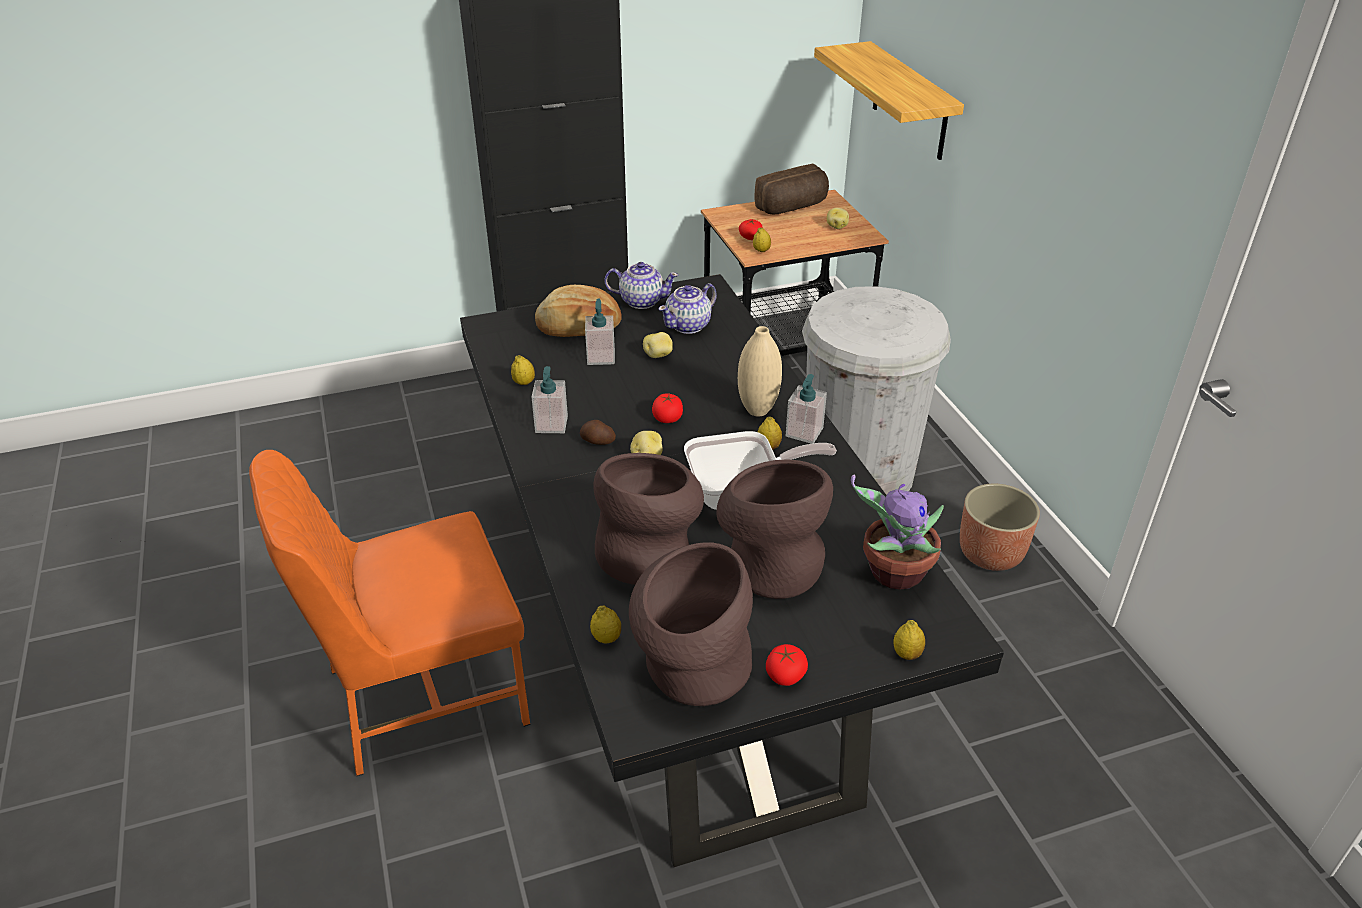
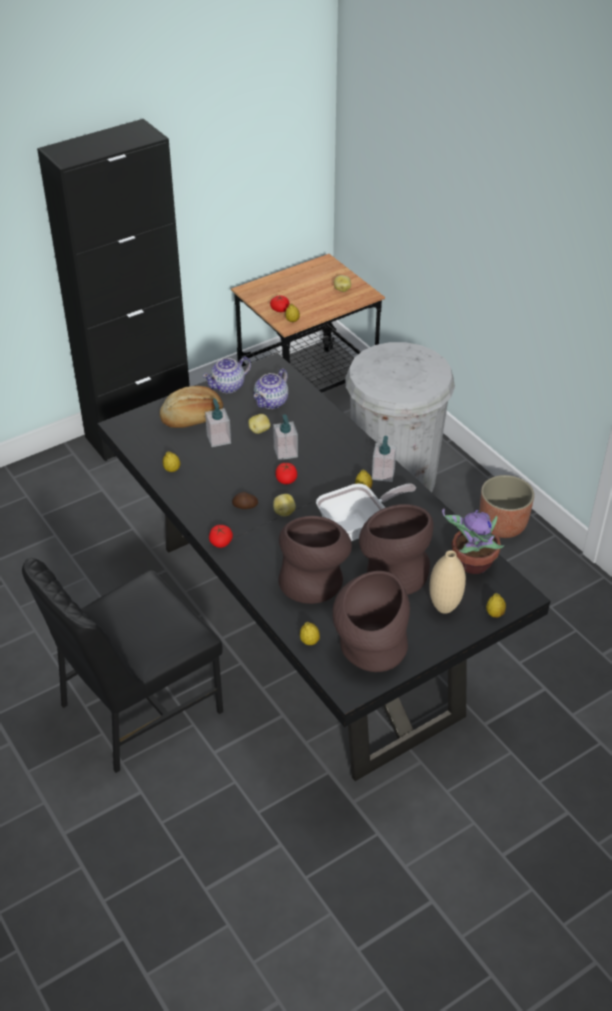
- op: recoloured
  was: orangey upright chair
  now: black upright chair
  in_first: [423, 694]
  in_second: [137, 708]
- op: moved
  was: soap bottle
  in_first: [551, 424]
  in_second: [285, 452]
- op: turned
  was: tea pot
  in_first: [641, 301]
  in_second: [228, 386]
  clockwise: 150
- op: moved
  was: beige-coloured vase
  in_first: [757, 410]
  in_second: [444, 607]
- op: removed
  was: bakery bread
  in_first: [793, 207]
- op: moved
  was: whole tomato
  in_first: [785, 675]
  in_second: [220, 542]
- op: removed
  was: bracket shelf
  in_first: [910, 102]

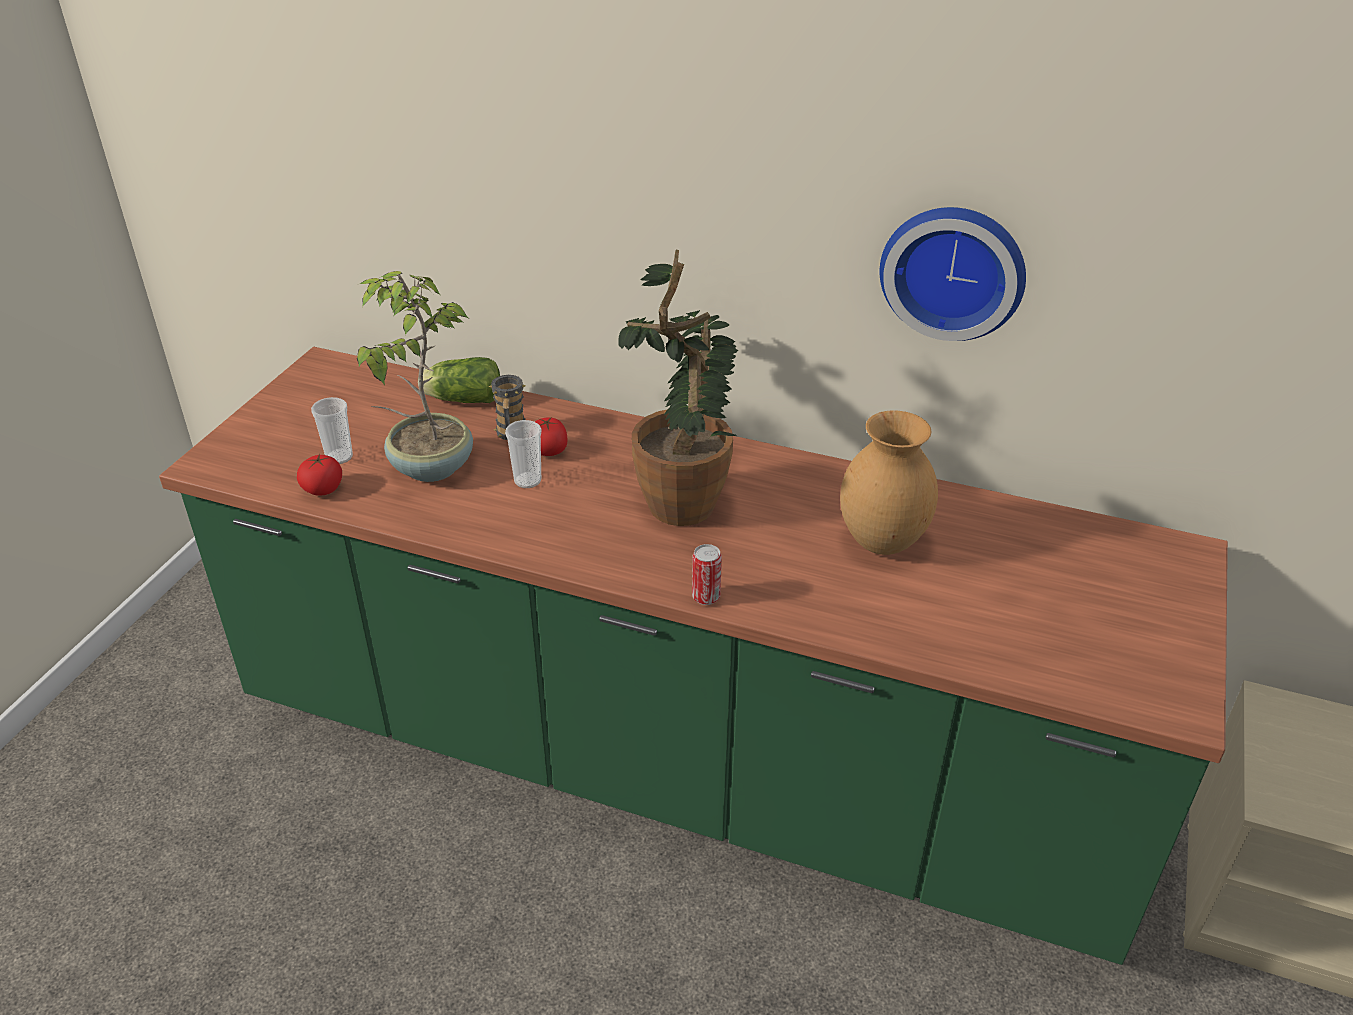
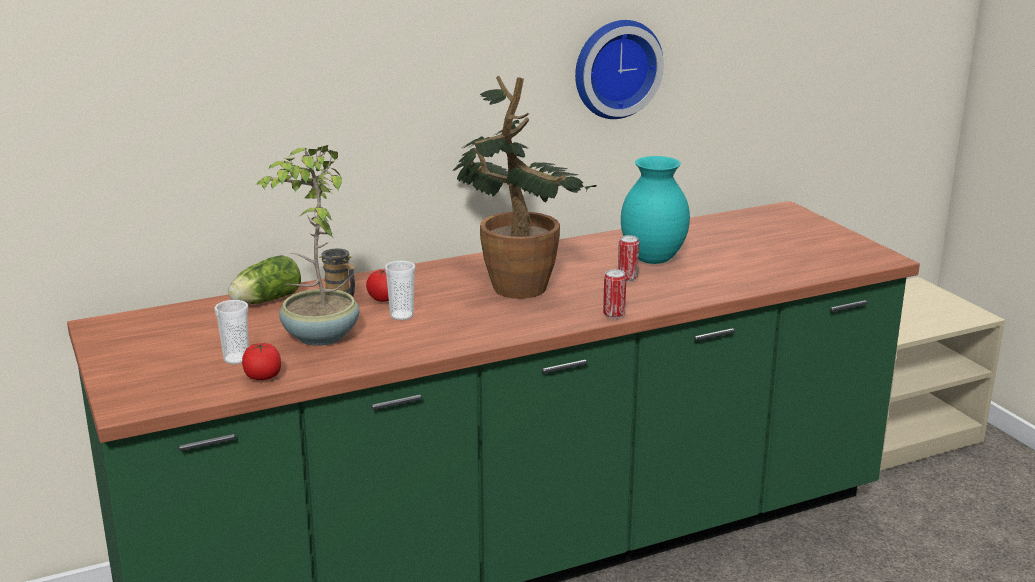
- op: recoloured
  was: brownish vase
  now: blue-green vase
  in_first: [880, 543]
  in_second: [652, 260]
- op: added
  now: metal can
  in_second: [627, 277]

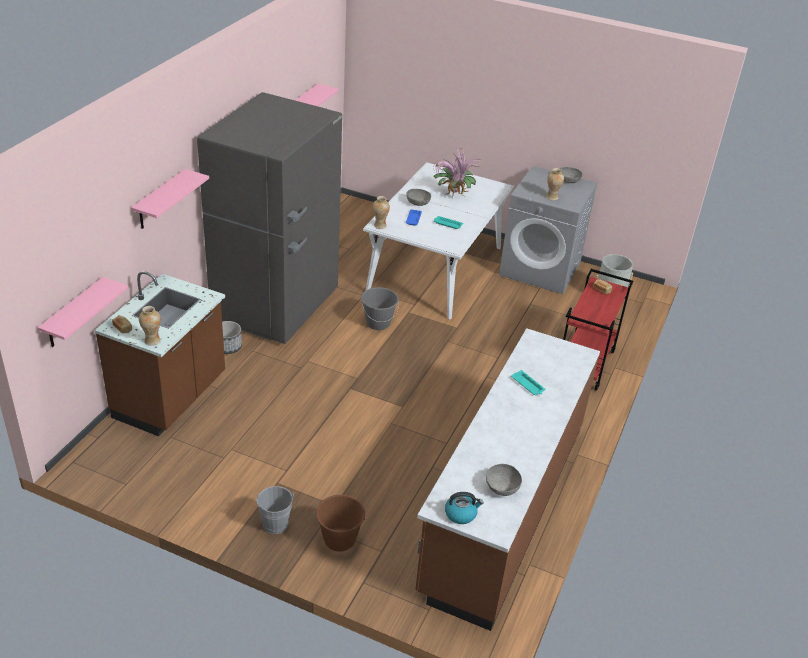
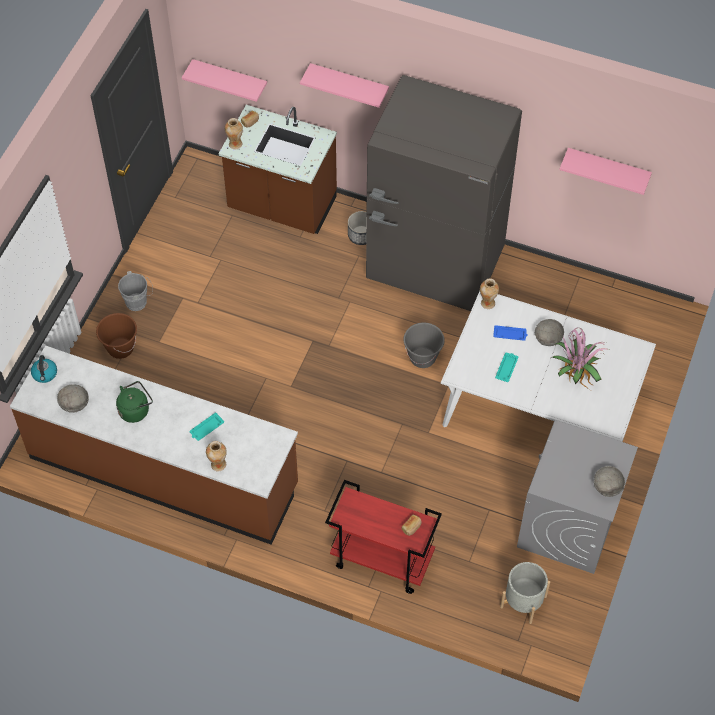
- op: moved
  was: vase
  in_first: [552, 197]
  in_second: [218, 464]
- op: added
  now: greenish tea kettle
  in_second: [135, 410]

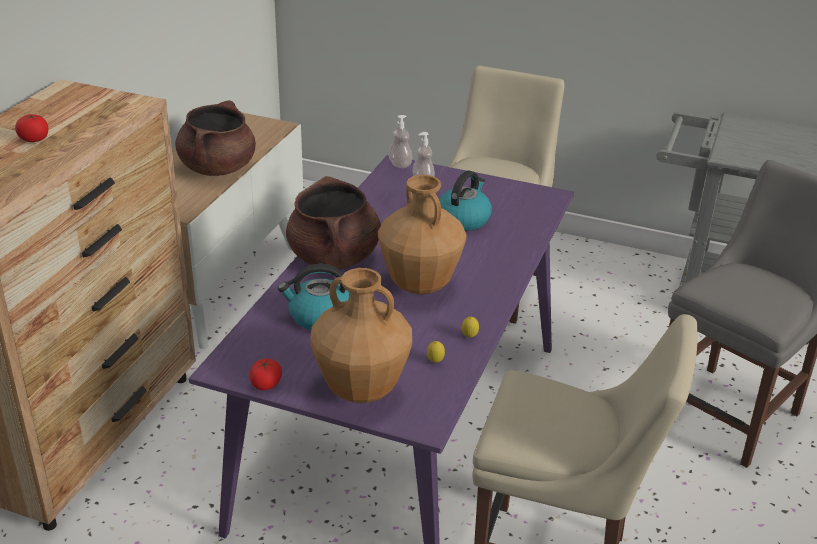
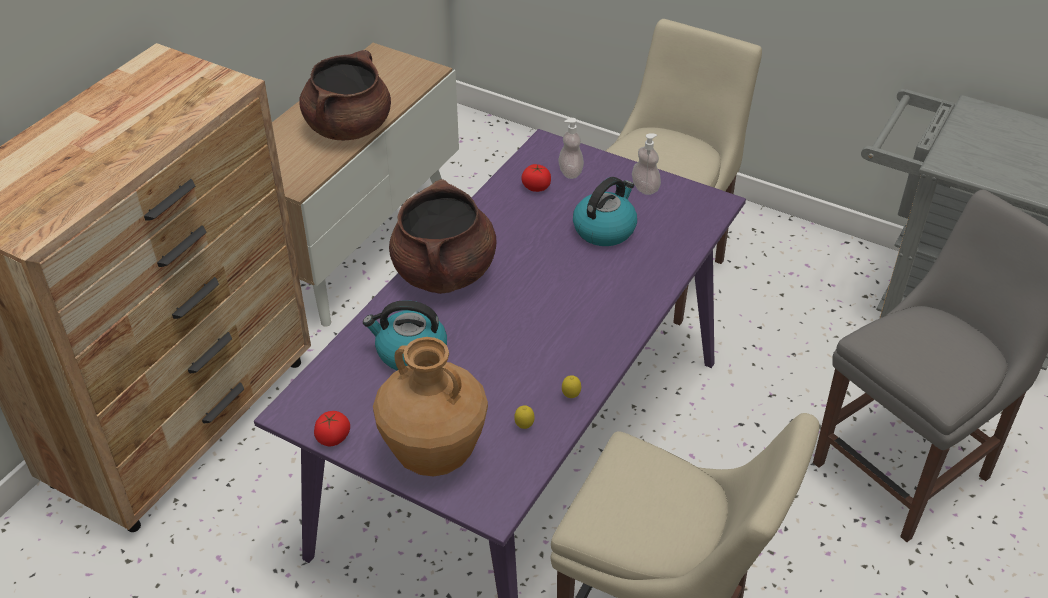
- op: moved
  was: whole tomato
  in_first: [34, 139]
  in_second: [536, 187]
- op: removed
  was: brownish vase
  in_first: [419, 285]
- op: moved
  was: soap bottle
  in_first: [399, 164]
  in_second: [645, 188]

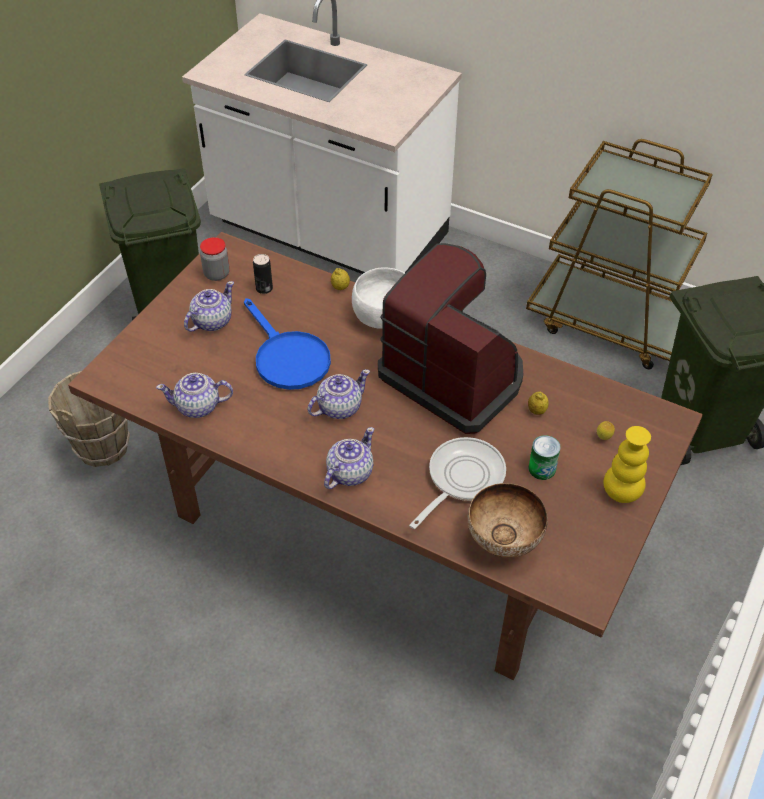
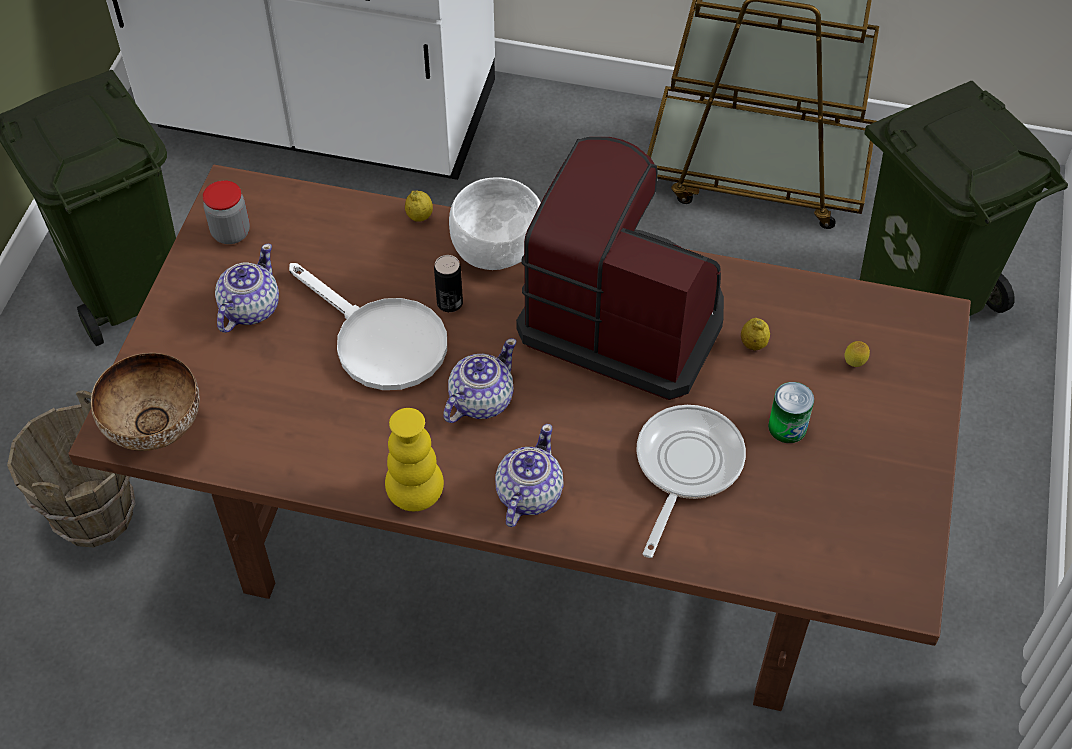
- op: removed
  was: tea pot
  in_first: [198, 407]
- op: recoloured
  was: blue frying pan
  now: white frying pan
  in_first: [287, 357]
  in_second: [380, 340]
- op: moved
  was: metal can
  in_first: [264, 288]
  in_second: [449, 303]
- op: moved
  was: deep dish
  in_first: [503, 542]
  in_second: [156, 431]
- op: moved
  was: yellow vase
  in_first: [621, 493]
  in_second: [415, 496]

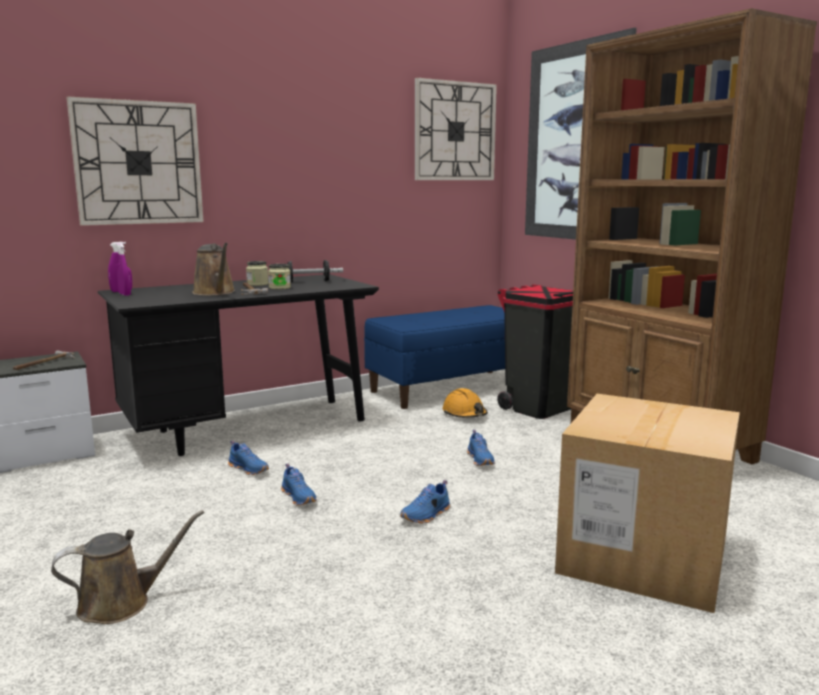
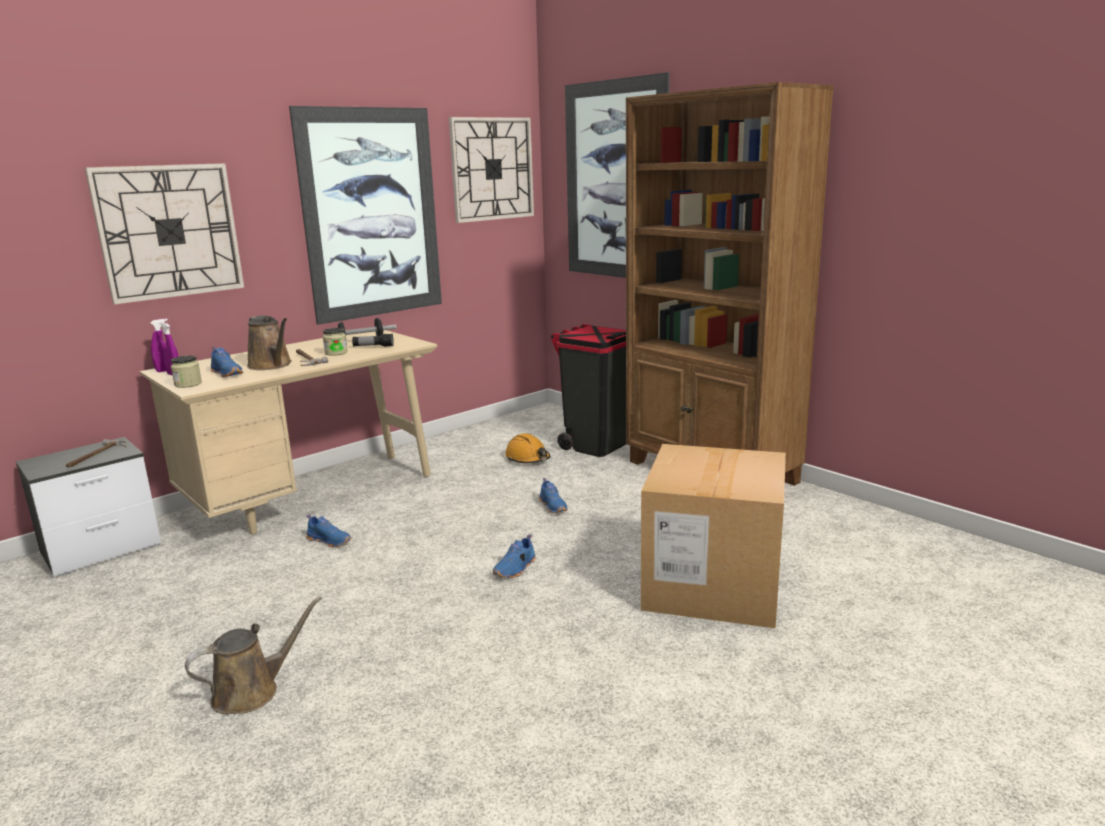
- op: recoloured
  was: black desk
  now: beige-coloured desk
  in_first: [248, 428]
  in_second: [314, 496]
- op: moved
  was: preserve jar
  in_first: [257, 284]
  in_second: [188, 384]
- op: moved
  was: blue low shoe
  in_first: [299, 497]
  in_second: [228, 373]
- op: removed
  was: blue bench
  in_first: [450, 388]
- op: added
  now: picture
  in_second: [372, 214]
- op: added
  now: flashlight
  in_second: [373, 347]

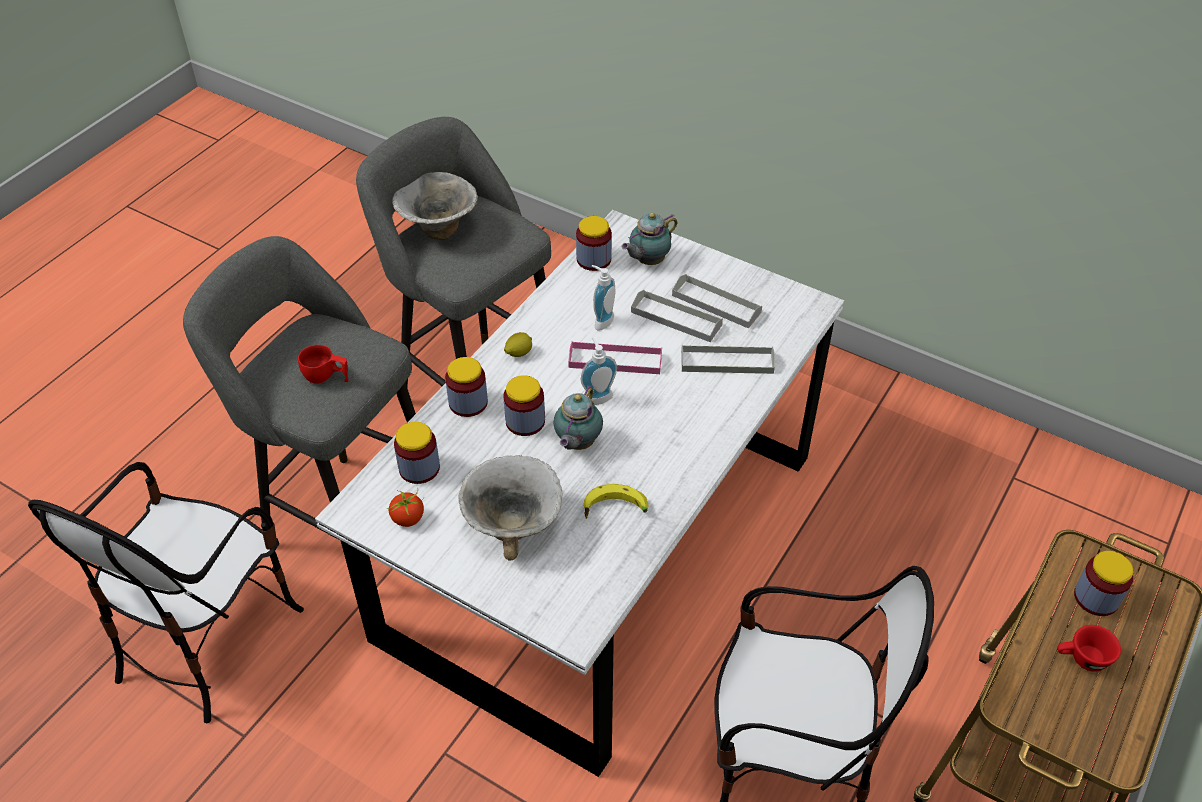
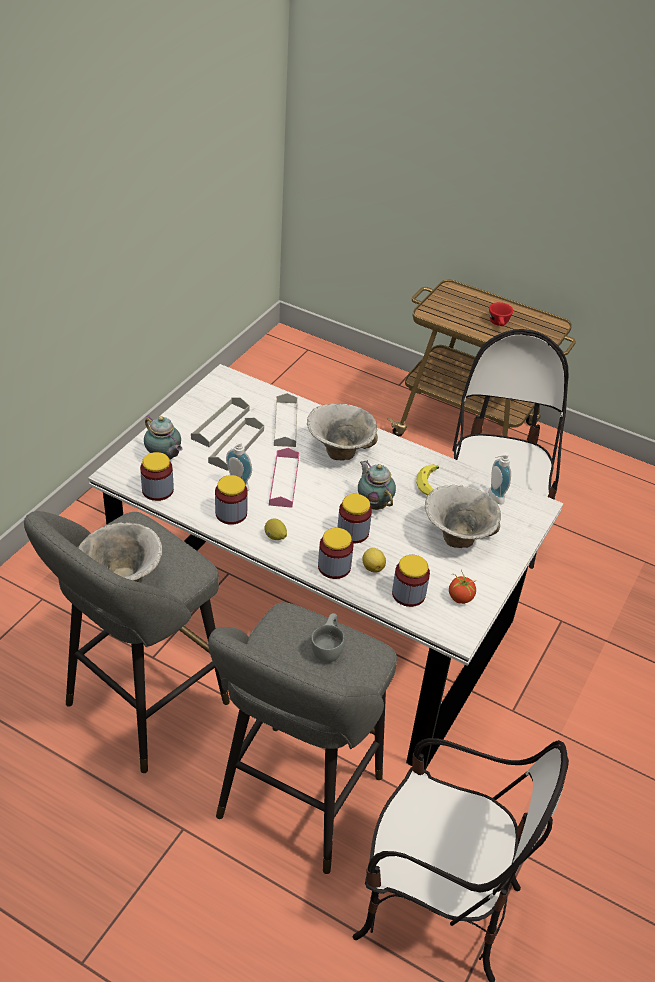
- op: recoloured
  was: reddish drinking cup
  now: gray drinking cup
  in_first: [326, 377]
  in_second: [329, 648]
- op: turned
  was: tea pot
  in_first: [577, 444]
  in_second: [373, 503]
  clockwise: -135
- op: moved
  was: soap bottle
  in_first: [597, 396]
  in_second: [493, 497]
- op: moved
  was: preserve jar
  in_first: [1096, 597]
  in_second: [231, 513]
- op: added
  now: deep dish
  in_second: [340, 451]
- op: added
  now: lemon
  in_second: [373, 567]

